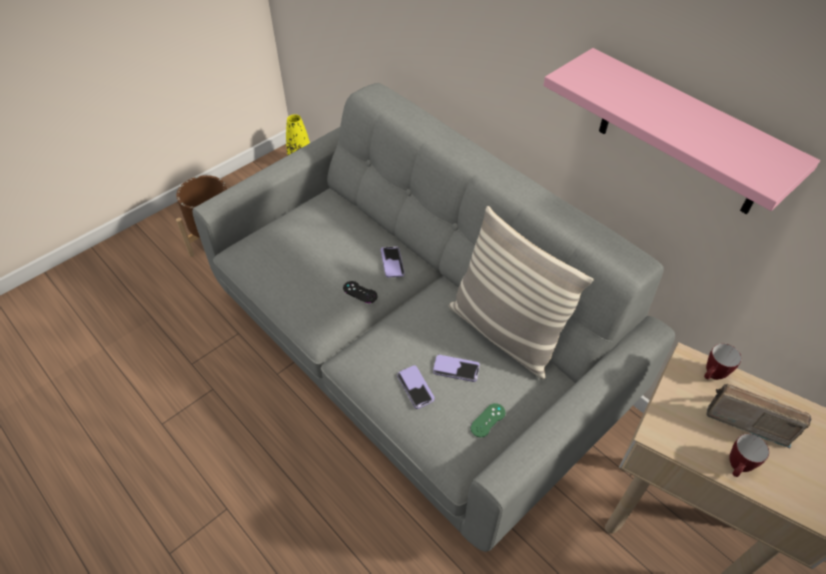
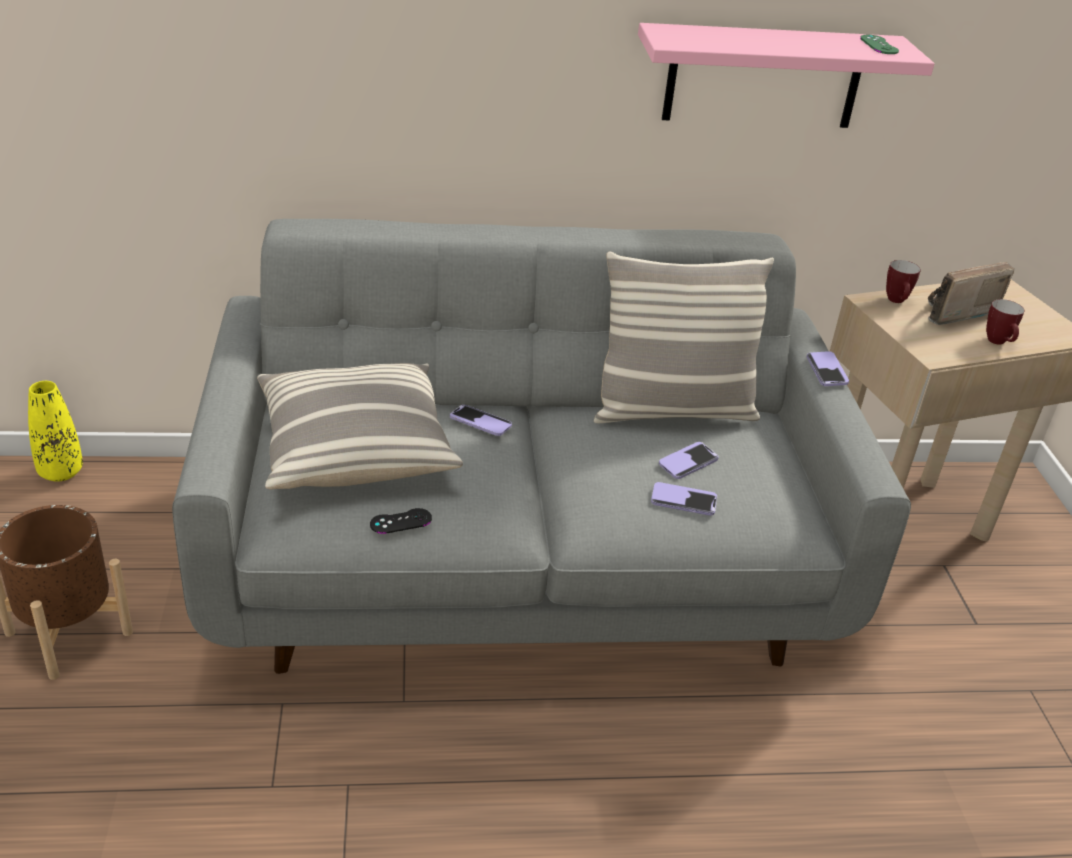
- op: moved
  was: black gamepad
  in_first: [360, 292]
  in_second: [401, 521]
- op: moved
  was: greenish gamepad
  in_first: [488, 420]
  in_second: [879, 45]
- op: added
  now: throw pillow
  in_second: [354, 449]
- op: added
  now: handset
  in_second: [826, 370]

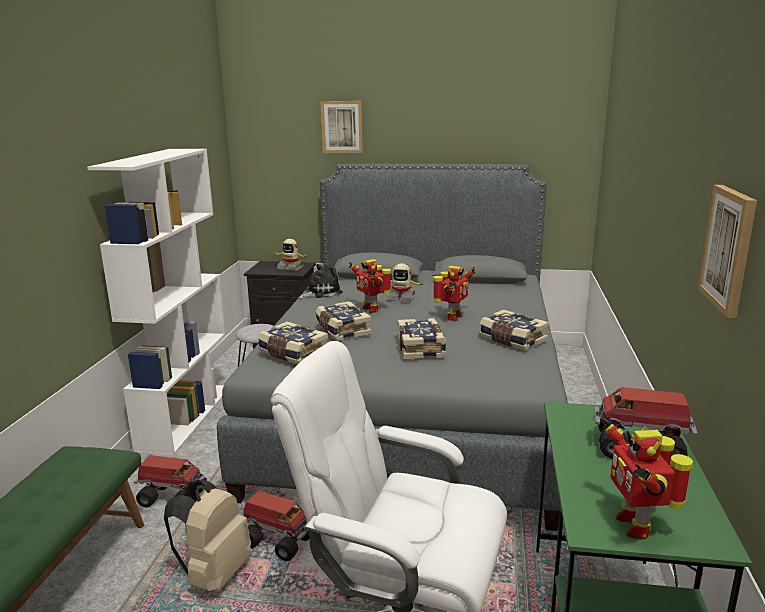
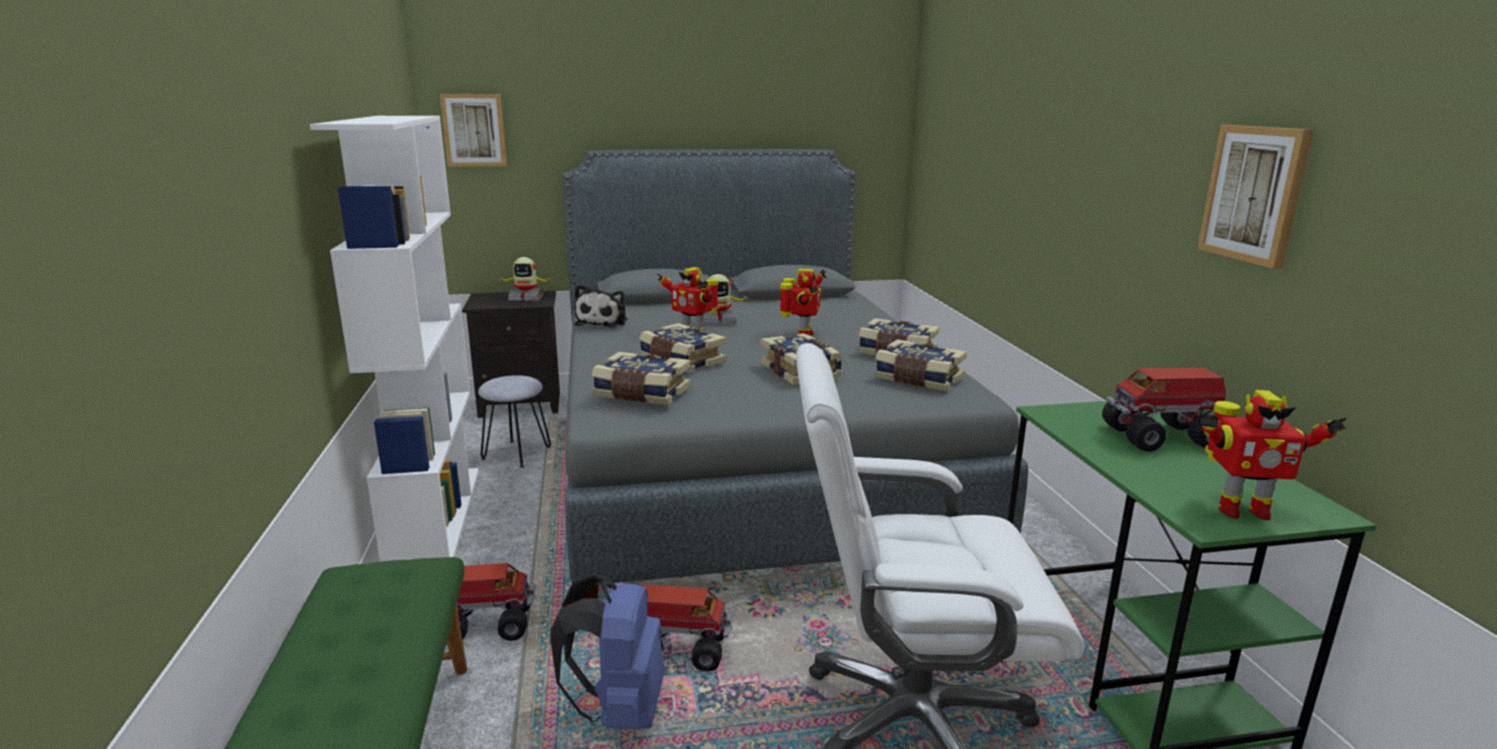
- op: recoloured
  was: beige-coloured backpack
  now: blue backpack
  in_first: [214, 574]
  in_second: [619, 710]
- op: turned
  was: soft toy
  in_first: [321, 292]
  in_second: [603, 322]
  clockwise: 150
- op: moved
  was: picture
  in_first: [342, 127]
  in_second: [474, 130]
- op: turned
  was: model robot
  in_first: [635, 525]
  in_second: [1240, 510]
  clockwise: -60
- op: added
  now: volume
  in_second: [918, 379]

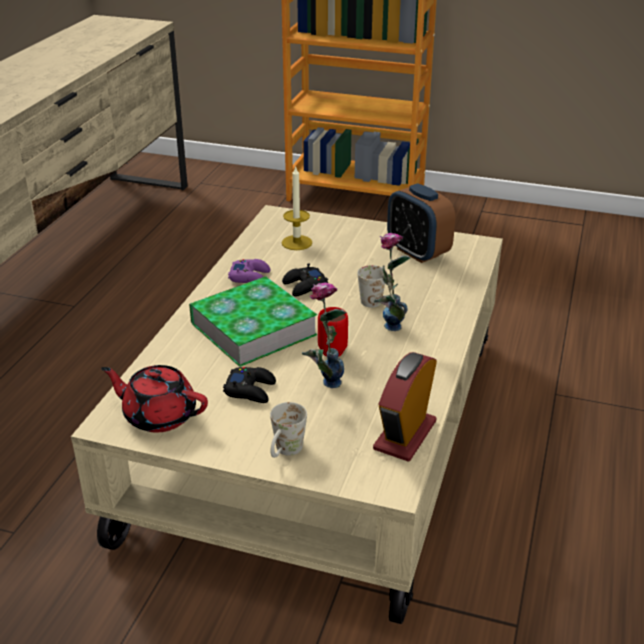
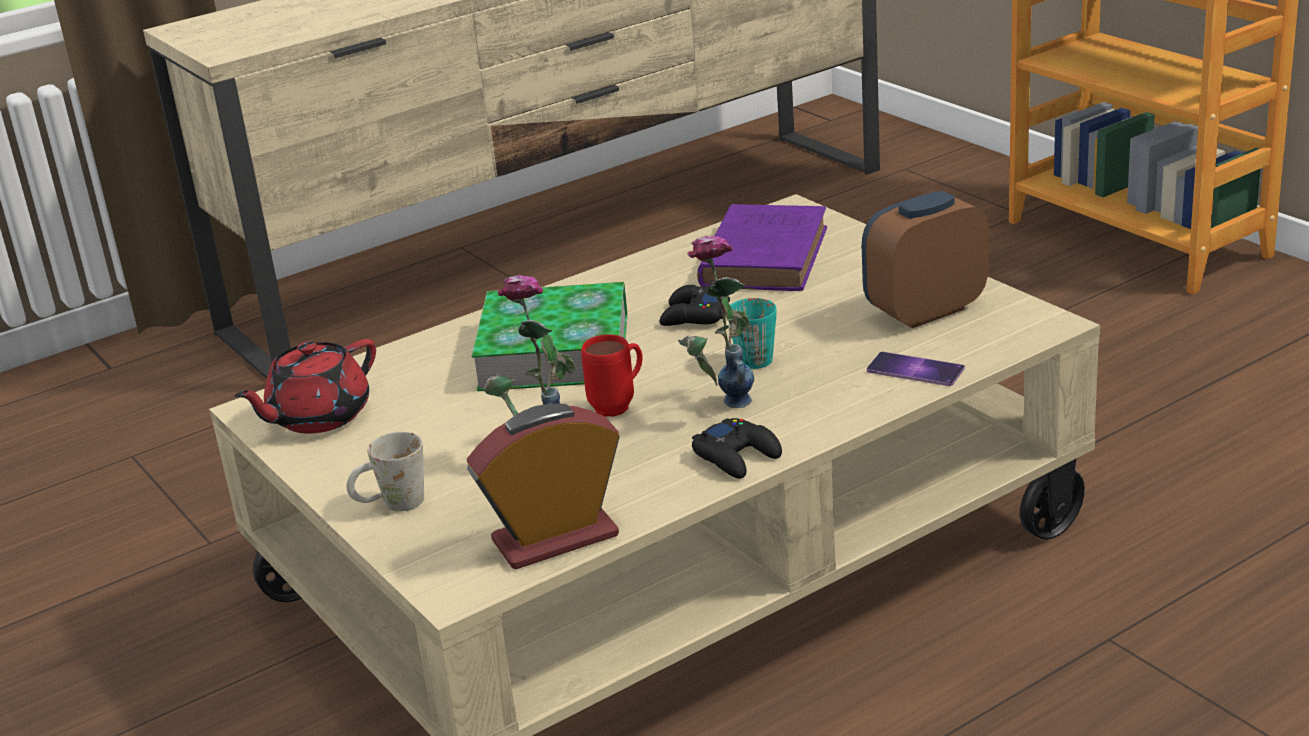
- op: turned
  was: reddish tea pot
  in_first: [159, 415]
  in_second: [318, 417]
  clockwise: -105
- op: moved
  was: black gamepad
  in_first: [250, 390]
  in_second: [737, 456]
- op: removed
  was: purplish gamepad
  in_first: [250, 277]
- op: replaced
  was: wax light
  now: purplish volume
  in_first: [297, 242]
  in_second: [765, 255]
- op: recoloured
  was: white tea mug
  now: blue-green tea mug
  in_first: [369, 298]
  in_second: [760, 355]
- op: turned
  was: table clock
  in_first: [417, 252]
  in_second: [925, 311]
  clockwise: 60
- op: added
  now: handset
  in_second: [915, 370]

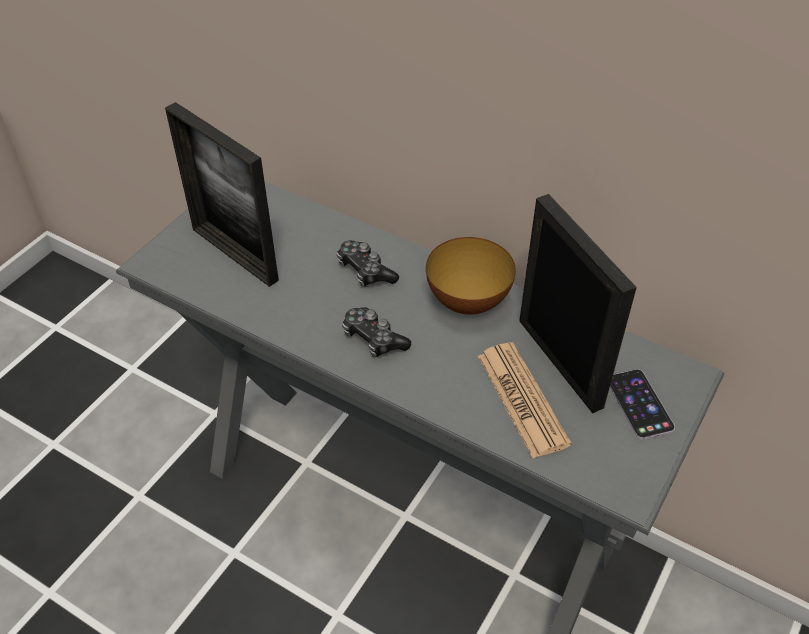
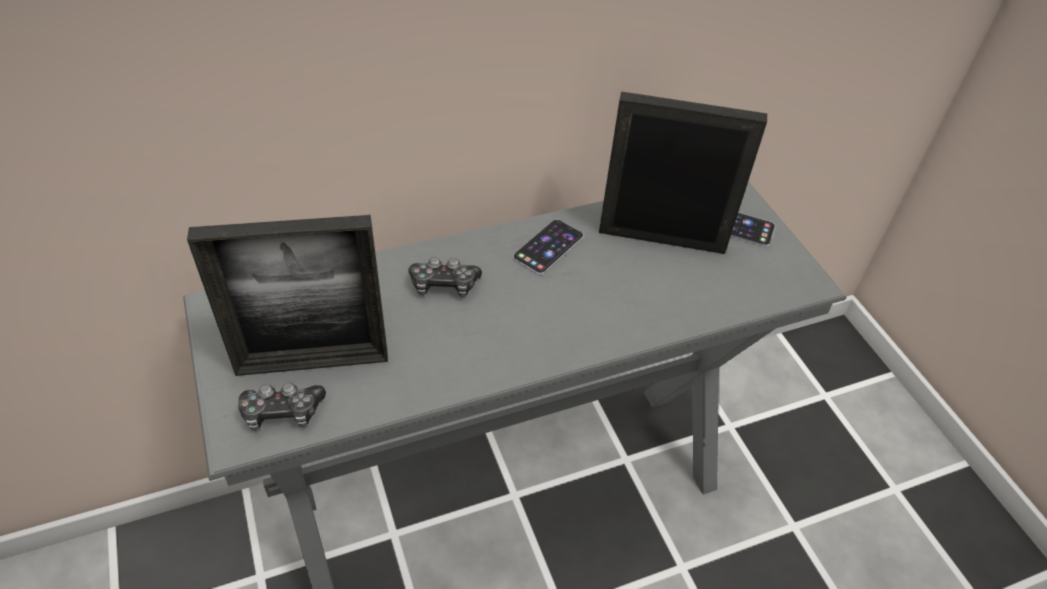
- op: moved
  was: gamepad
  in_first: [373, 339]
  in_second: [282, 413]
- op: replaced
  was: deep dish
  now: handset
  in_first: [468, 302]
  in_second: [548, 247]
- op: removed
  was: printed paper
  in_first: [522, 399]

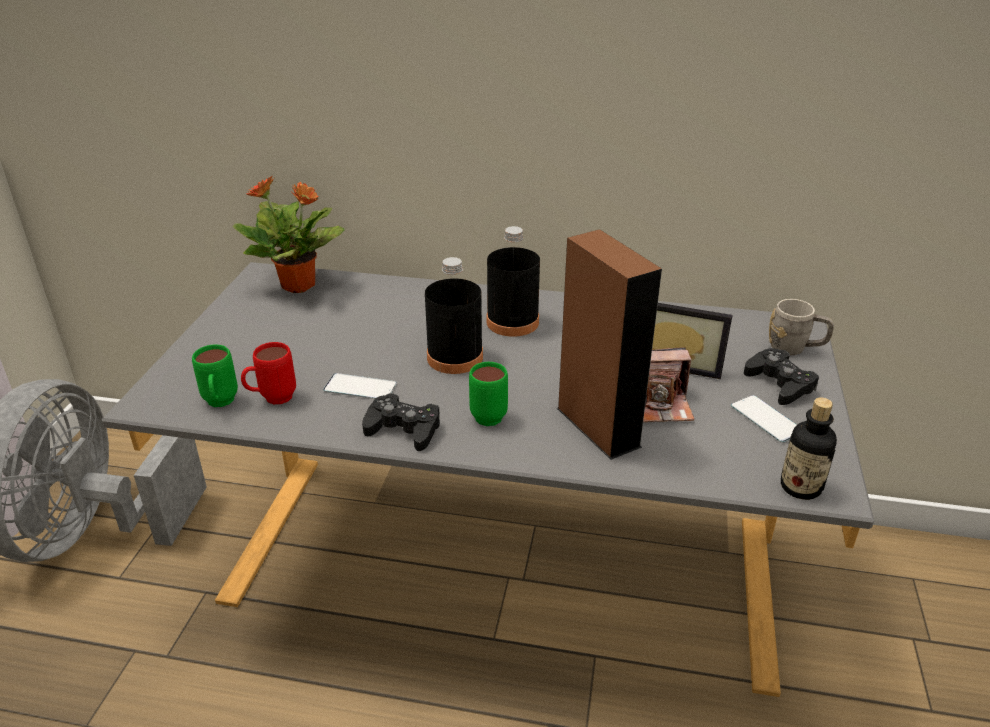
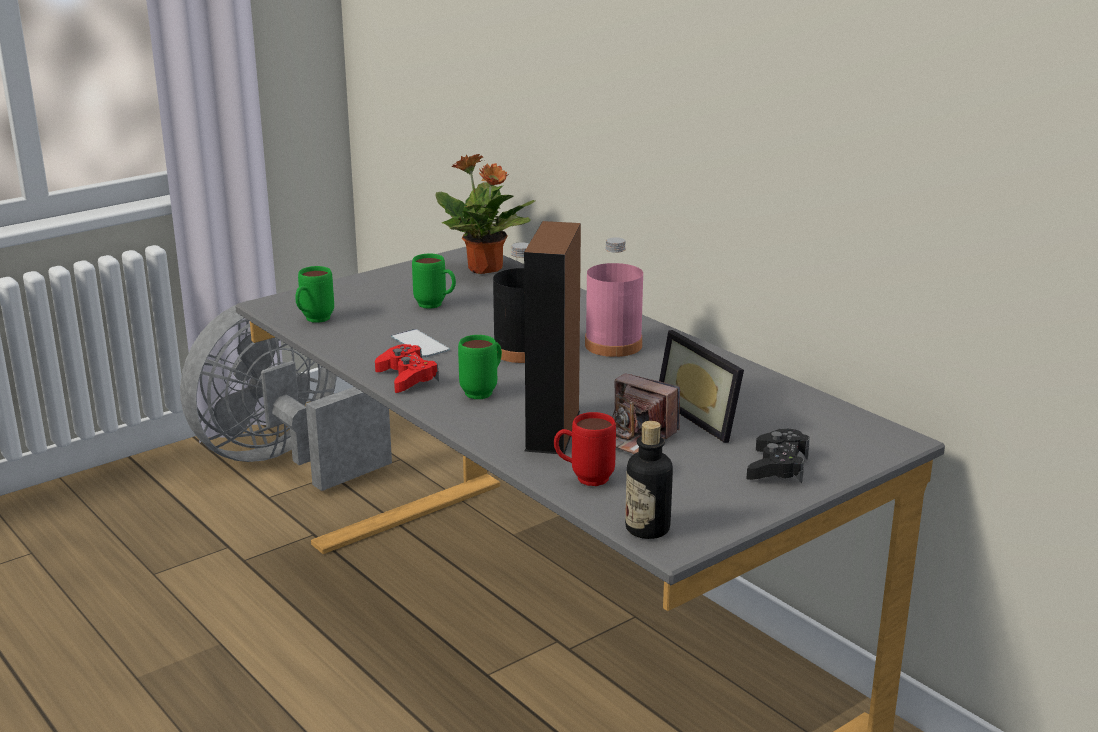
- op: moved
  was: reddish tea mug
  in_first: [272, 399]
  in_second: [584, 478]
- op: recoloured
  was: black gamepad
  now: reddish gamepad
  in_first: [403, 429]
  in_second: [407, 377]
- op: recoloured
  was: black drink bottle
  now: pink-coloured drink bottle
  in_first: [512, 322]
  in_second: [613, 345]
- op: removed
  was: handset
  in_first: [766, 419]
- op: removed
  was: gray tea mug
  in_first: [795, 348]
- op: added
  now: greenish tea mug
  in_second: [435, 306]

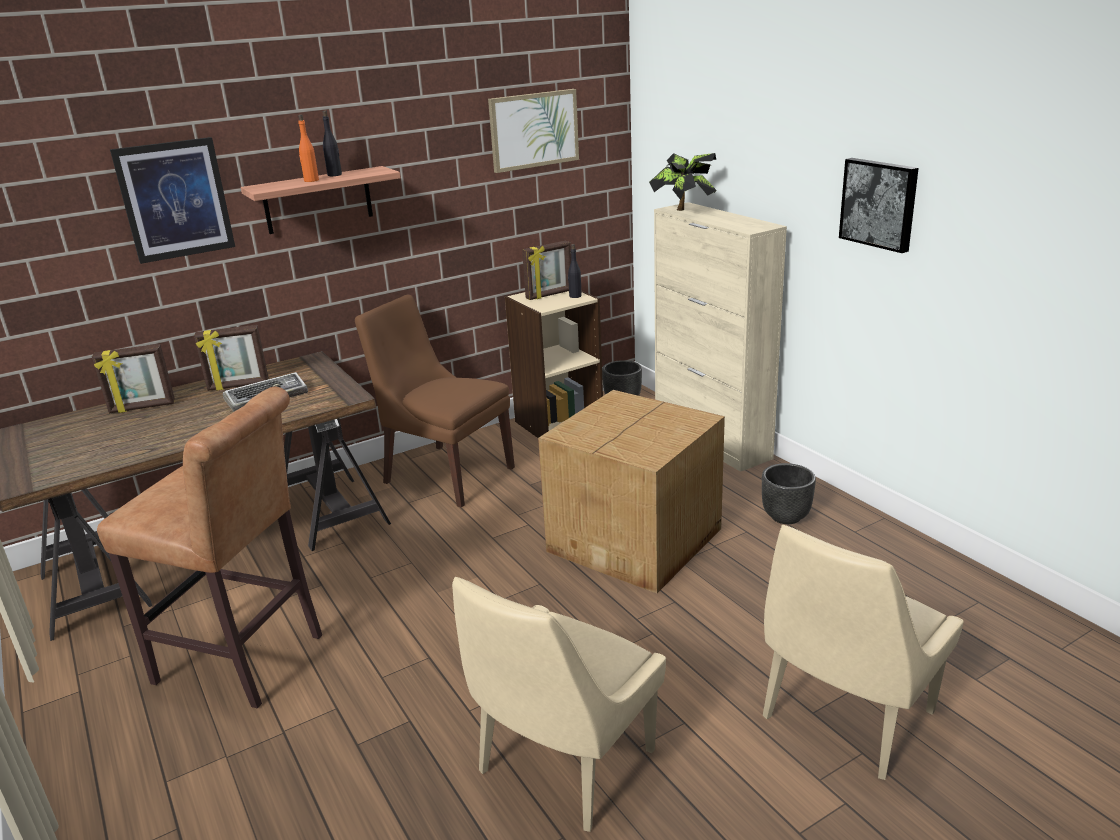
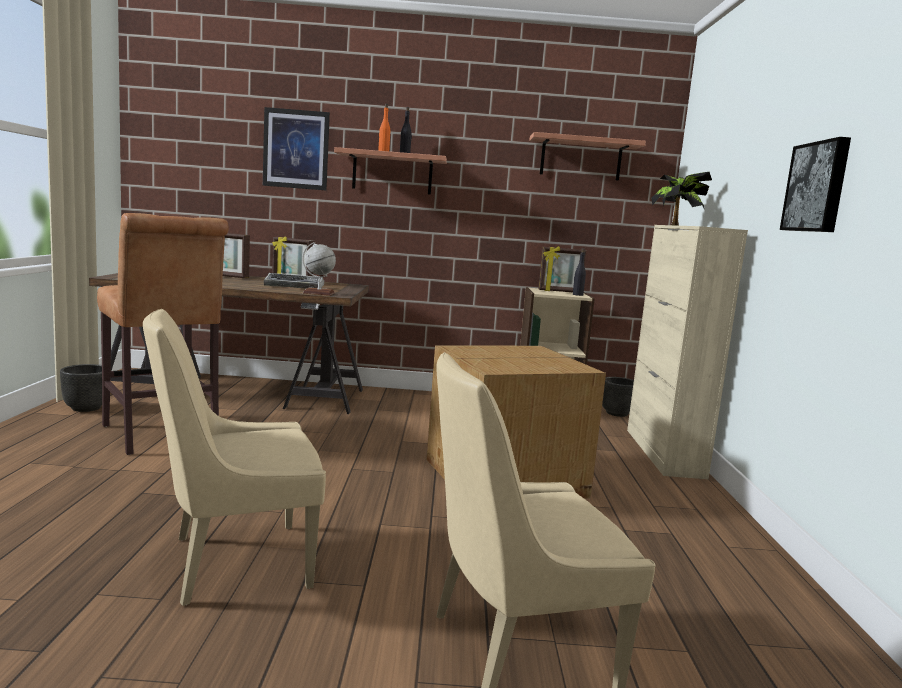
- op: removed
  was: brownish upright chair
  in_first: [445, 474]
- op: replaced
  was: picture
  now: bracket shelf
  in_first: [533, 130]
  in_second: [581, 159]
- op: moved
  was: black plant pot
  in_first: [785, 516]
  in_second: [86, 408]
- op: added
  now: globe
  in_second: [318, 293]

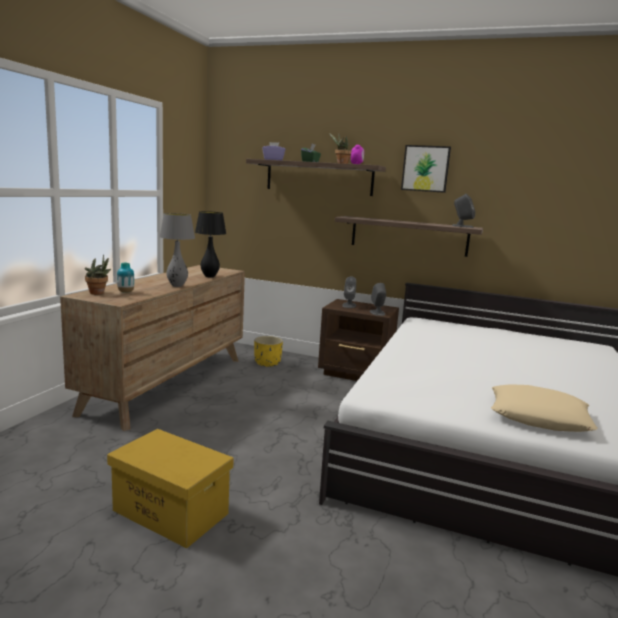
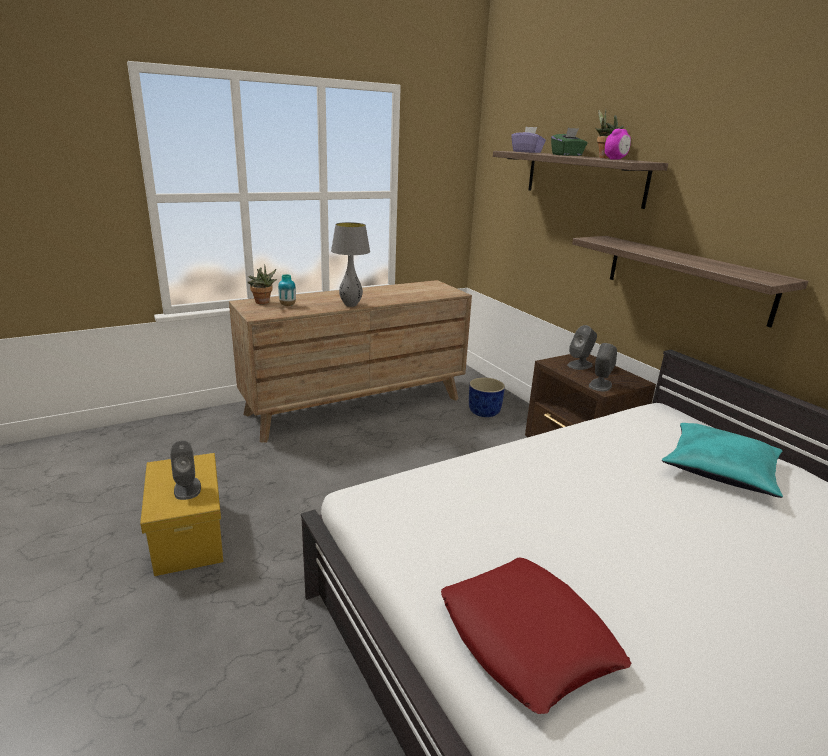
- op: removed
  was: black lamp for a table
  in_first: [209, 276]
- op: recoloured
  was: yellow plant pot
  now: blue plant pot
  in_first: [268, 363]
  in_second: [484, 412]
- op: removed
  was: picture
  in_first: [425, 168]
- op: moved
  was: gray speaker
  in_first: [462, 226]
  in_second: [187, 488]
- op: recoloured
  was: beige-coloured throw pillow
  now: reddish throw pillow
  in_first: [539, 416]
  in_second: [527, 638]
- op: added
  now: blue-green throw pillow
  in_second: [721, 469]

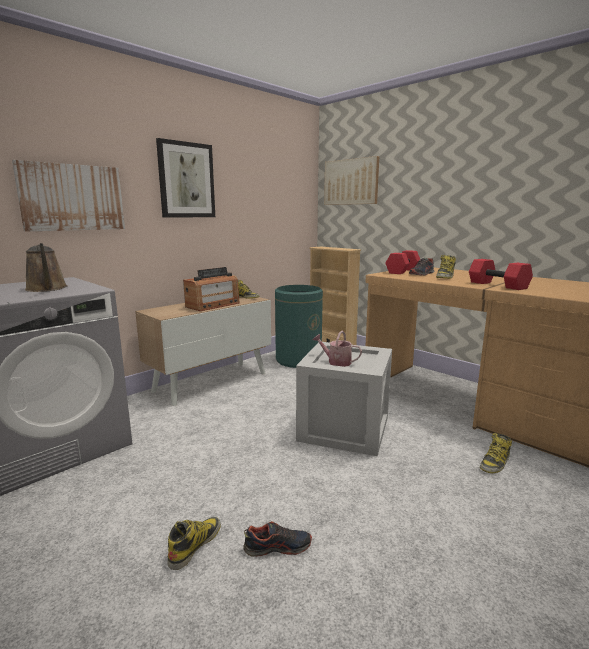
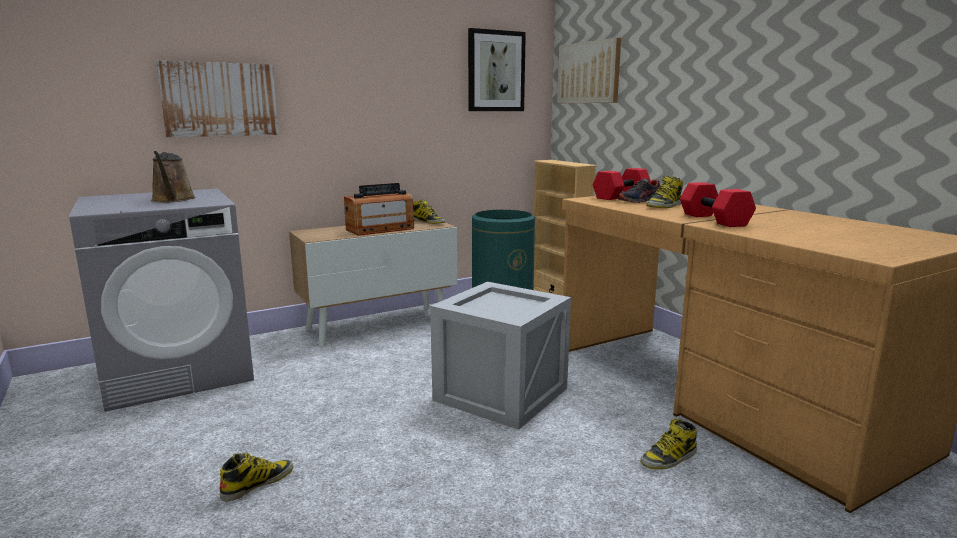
- op: moved
  was: picture
  in_first: [186, 180]
  in_second: [496, 71]
- op: removed
  was: low shoe
  in_first: [278, 547]
- op: removed
  was: sprinkling can
  in_first: [336, 362]

